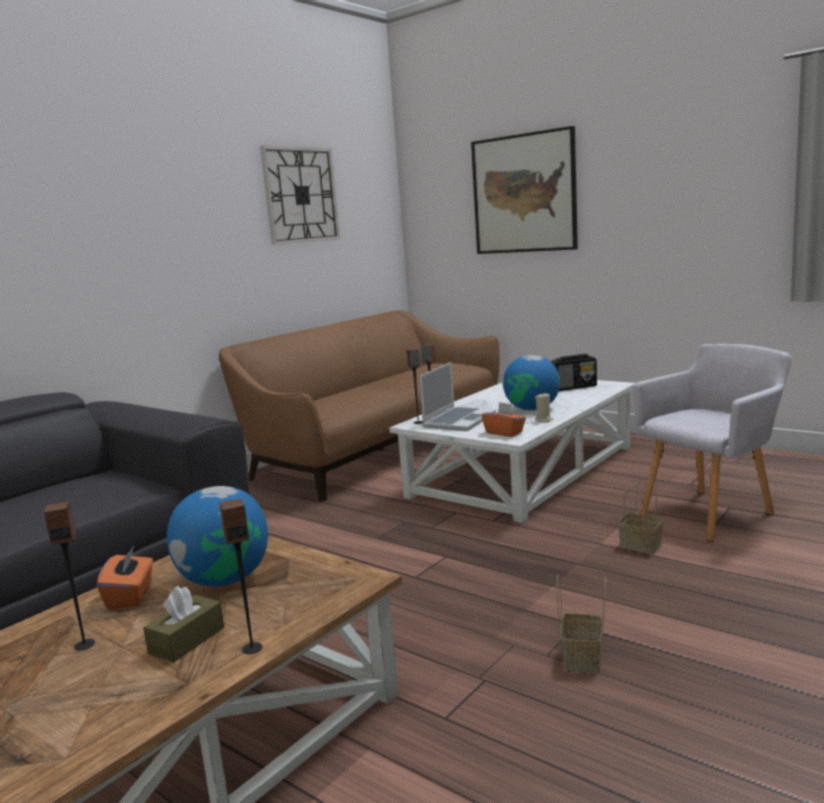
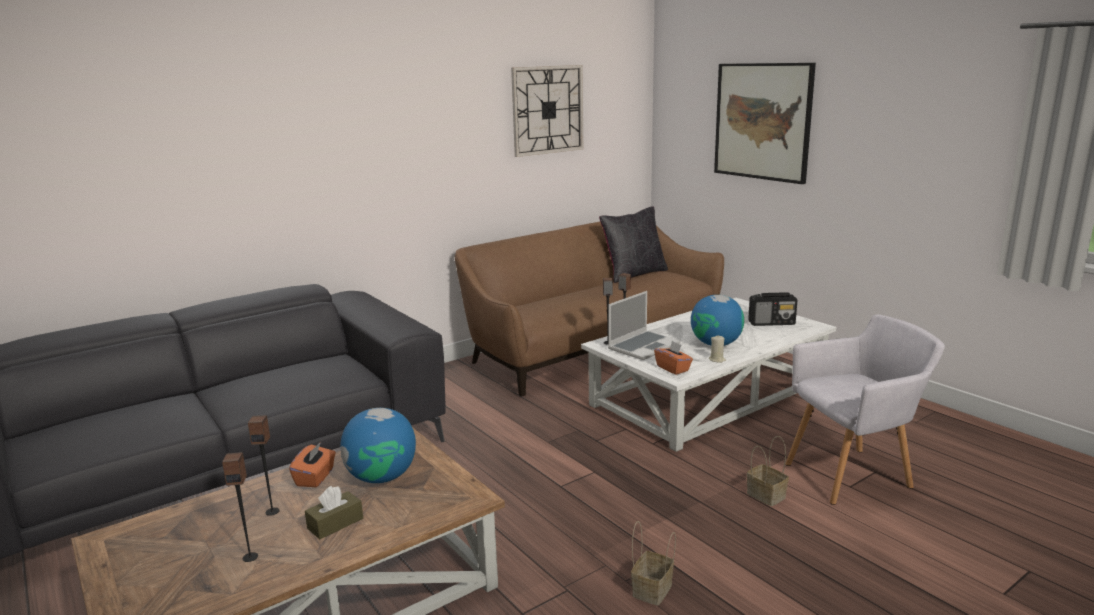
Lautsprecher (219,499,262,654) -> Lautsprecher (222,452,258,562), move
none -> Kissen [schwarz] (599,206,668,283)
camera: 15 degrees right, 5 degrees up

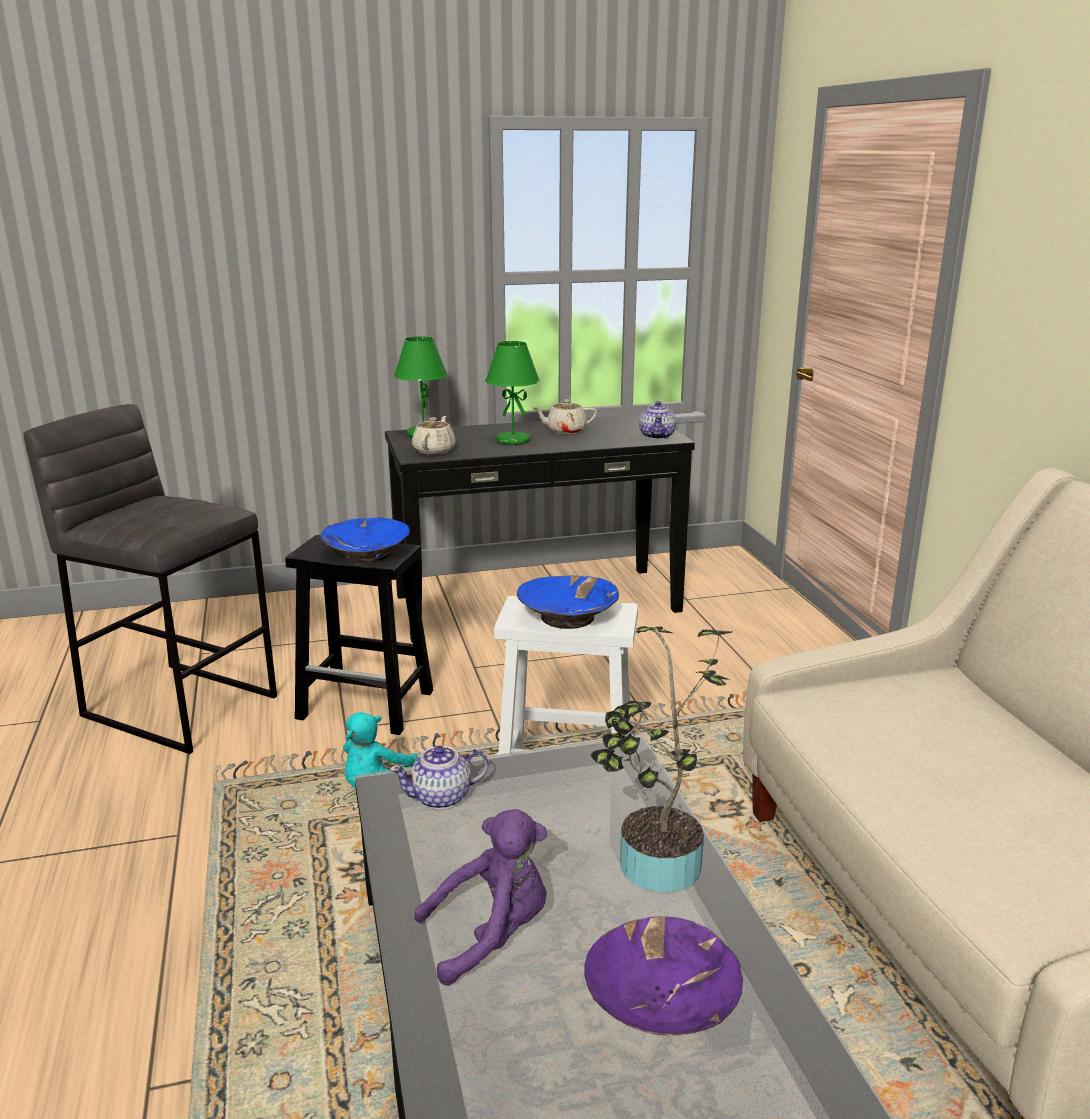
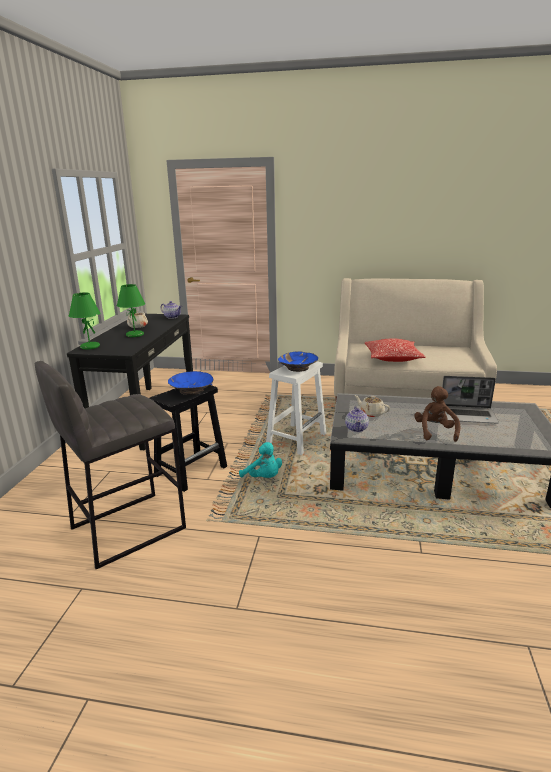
Teekanne [beige] (412,416,456,455) -> Teekanne [beige] (354,395,390,417), move
Plüschtier [lila] (414,809,547,985) -> Plüschtier [braun] (414,386,460,442)
Schüssel [lila] (585,916,743,1035) -> Laptop (442,376,499,424)
Topfpflanze (591,626,732,892) -> none
none -> Kissen (365,338,426,362)
camera: 65 degrees left, 0 degrees up

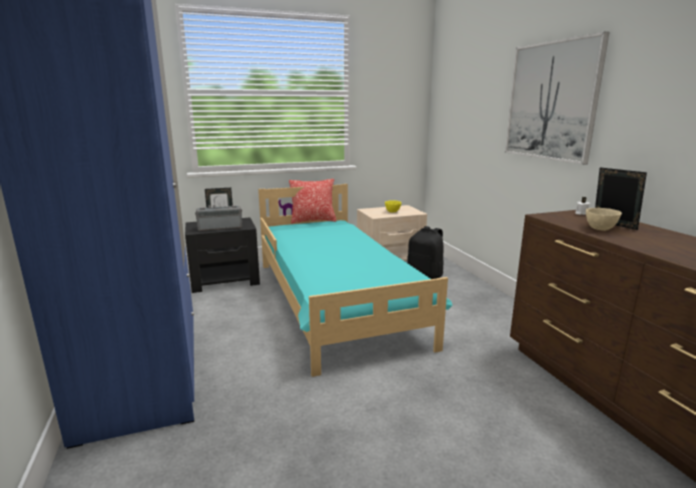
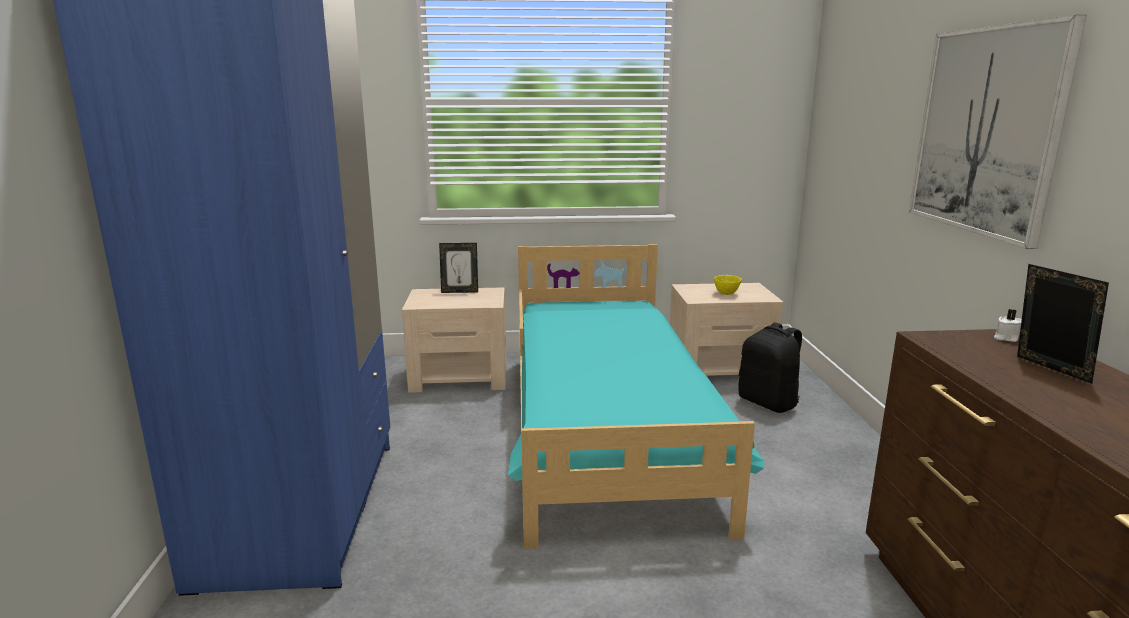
Nachttisch [schwarz] (185,218,260,293) -> Nachttisch [beige] (402,288,507,393)
Radio (195,205,242,231) -> none
Kissen (289,179,336,224) -> none
Schüssel [beige] (586,208,622,231) -> none
camera: 15 degrees right, 0 degrees up

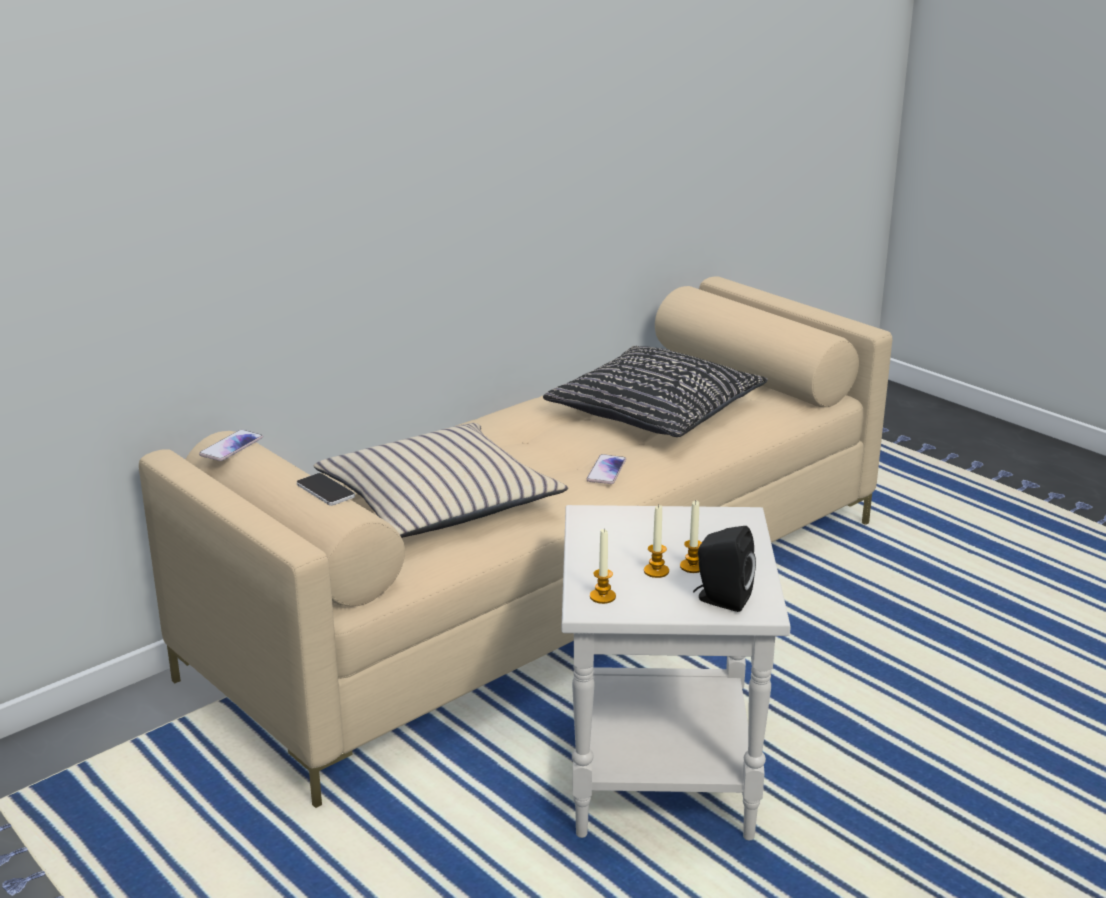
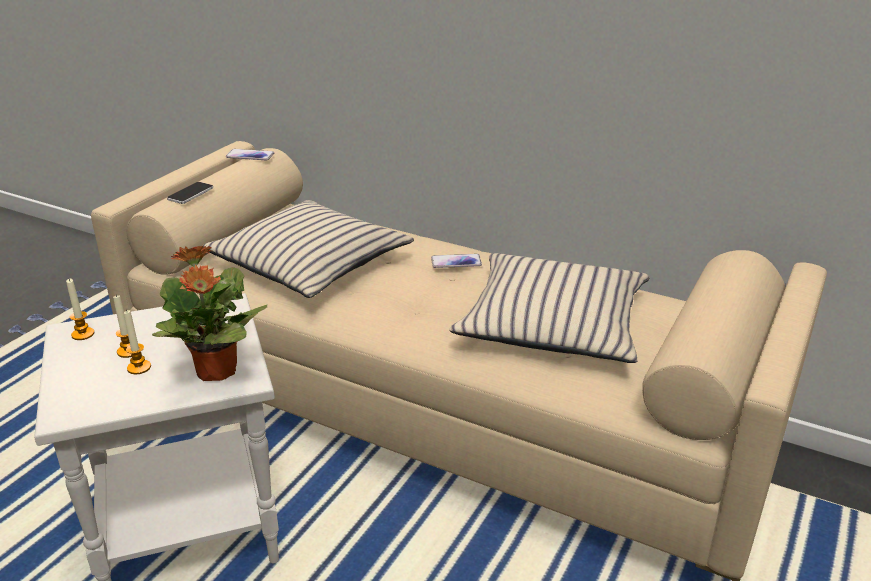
Kissen [schwarz] (543,346,768,437) -> Kissen [beige] (449,253,650,363)
Handy (587,454,626,484) -> Handy (431,254,482,268), move
Lautsprecher [schwarz] (693,526,756,612) -> none
none -> Topfpflanze (152,246,267,381)
camera: 70 degrees right, 5 degrees up

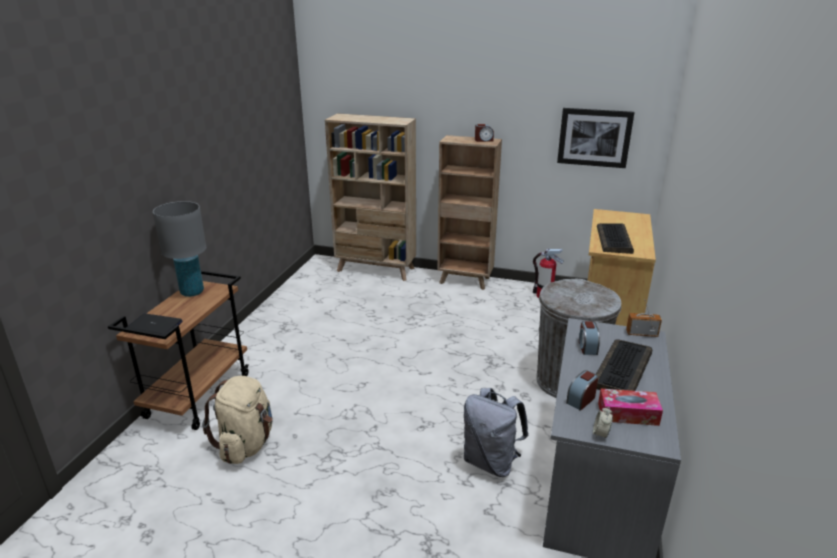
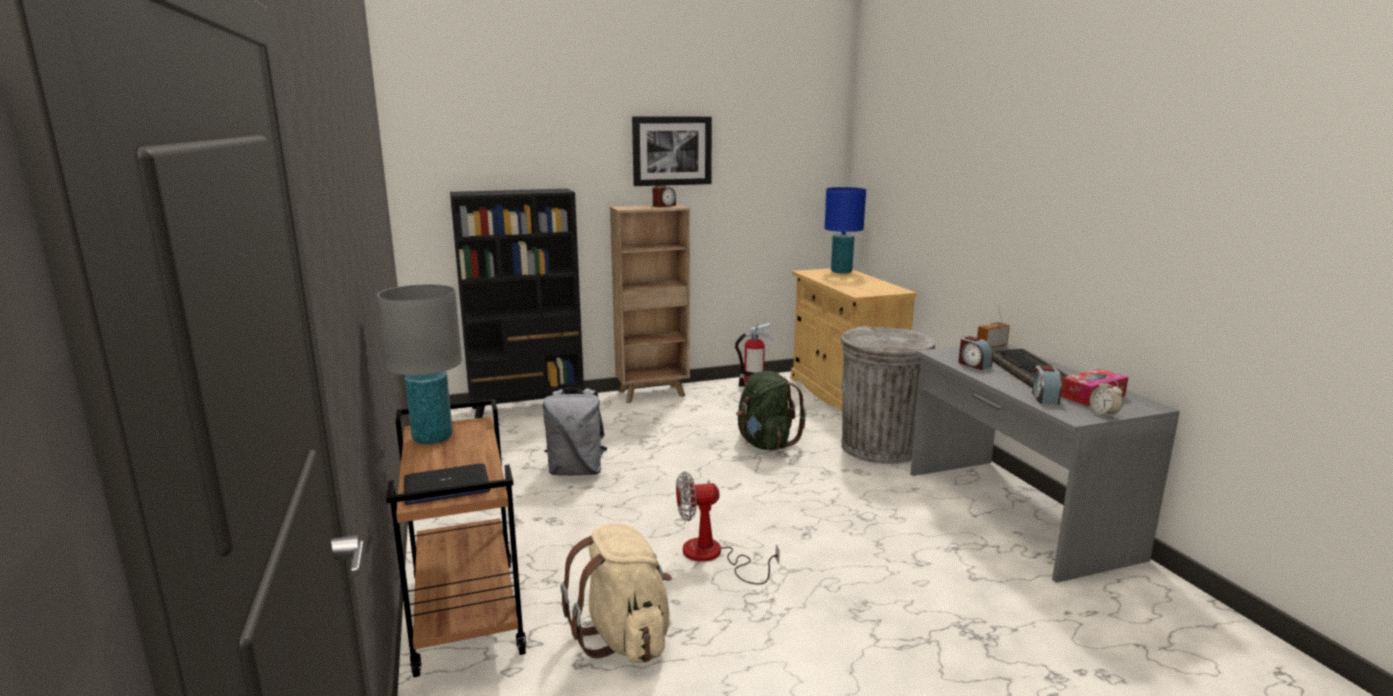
Bücherregal [beige] (325,113,416,281) -> Bücherregal [schwarz] (450,189,584,418)
Rucksack [grau] (464,388,528,477) -> Rucksack [grau] (543,388,607,476), move
Bild (557,108,634,168) -> Bild (632,116,712,186), move
Tastatur (597,223,634,254) -> none
none -> Ventilator (676,471,780,585)
none -> Rucksack [grün] (736,371,806,450)
none -> Tischlampe [blau] (825,187,866,274)
camera: 35 degrees left, 10 degrees down

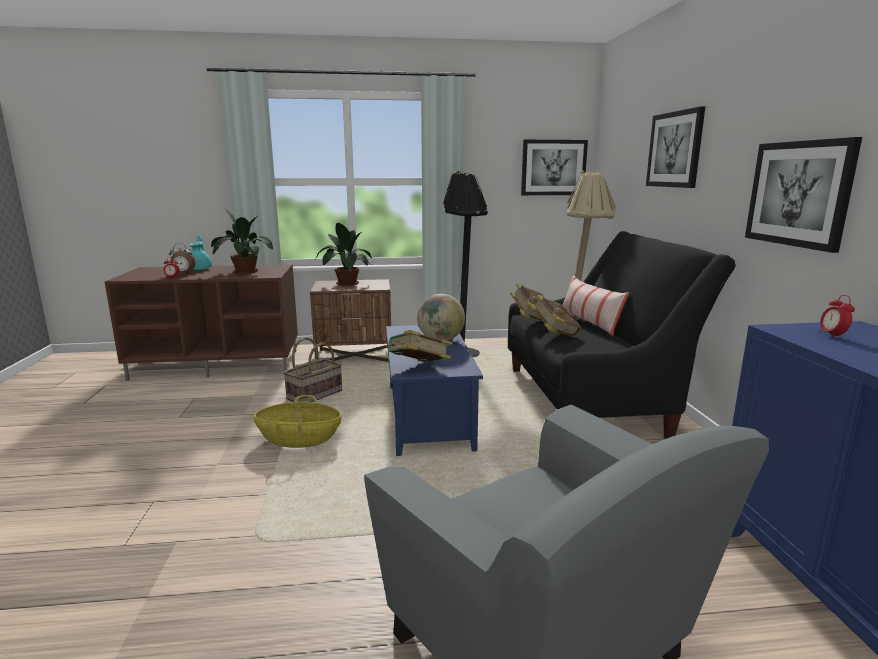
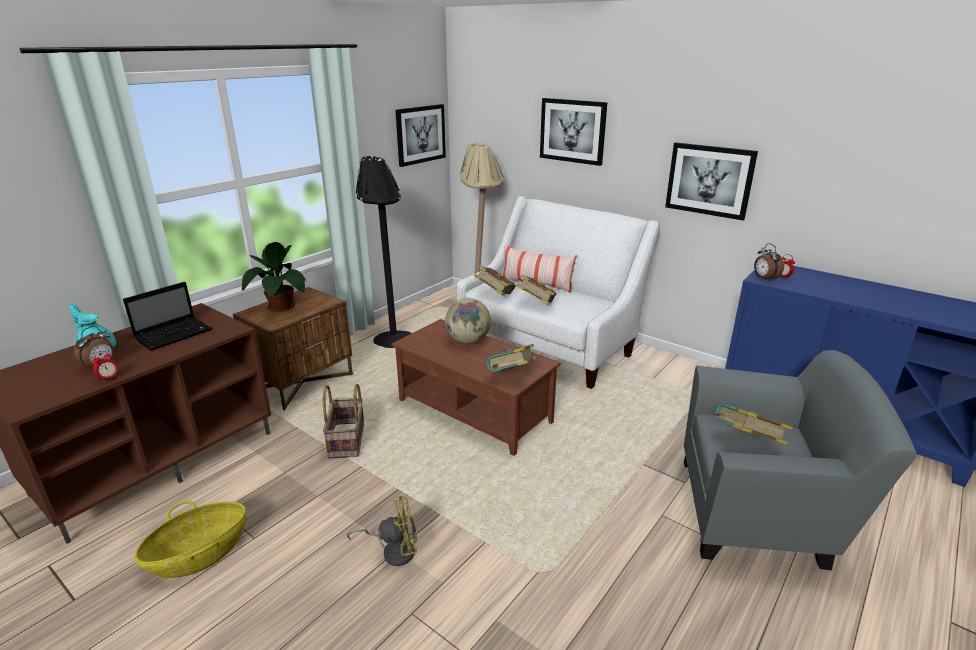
Topfpflanze (211,205,273,274) -> Laptop (123,282,212,351)
Korb (254,395,341,448) -> Korb (135,501,247,578), move
Couchtisch [blau] (386,325,483,456) -> Couchtisch [braun] (392,319,561,456)
Sofa [schwarz] (508,231,736,439) -> Sofa [weiß] (456,196,660,389)
none -> Ventilator [gelb] (346,496,417,566)
none -> Buch (714,404,793,445)
none -> Wecker (754,243,784,282)
camera: 45 degrees left, 10 degrees up

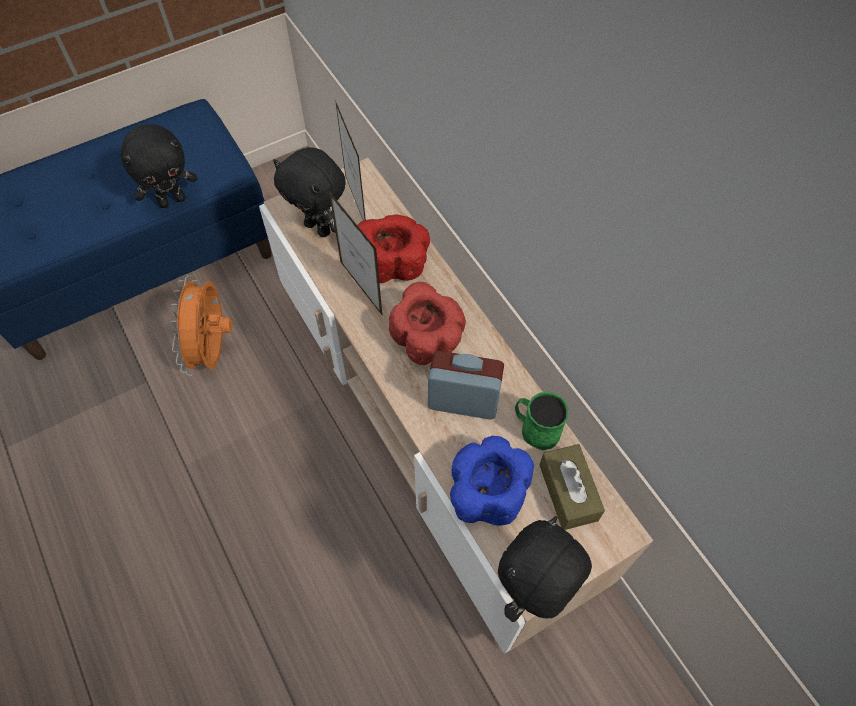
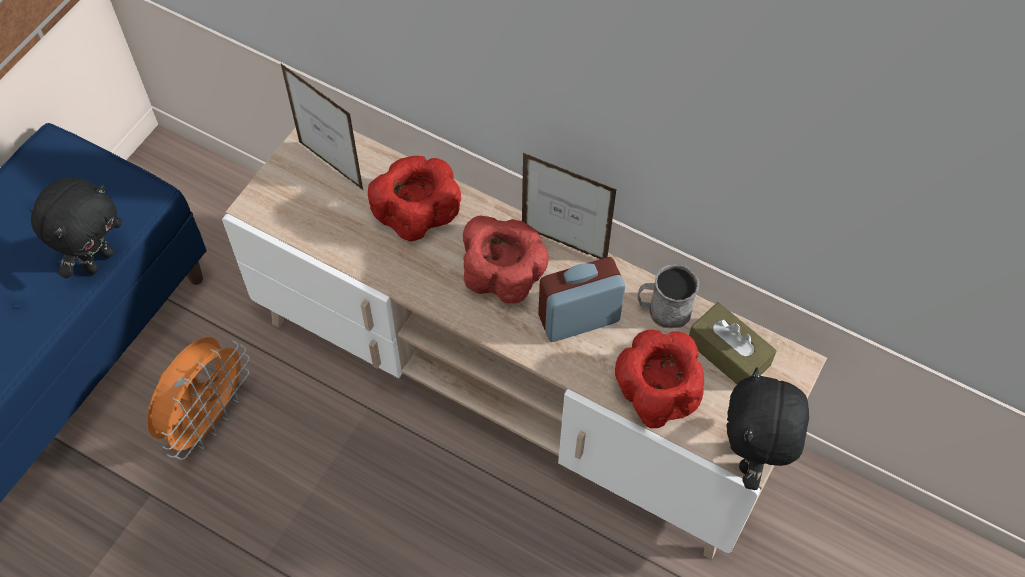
Ventilator [orange] (169,275,232,376) -> Ventilator [orange] (147,337,250,460), 120 degrees counterclockwise
Plüschtier [schwarz] (273,147,346,237) -> none
Bilderrahmen (329,191,383,316) -> Bilderrahmen (522,153,617,259), move
Schüssel [blau] (450,436,534,526) -> Schüssel [rot] (615,330,704,428)
Henkelbecher [grün] (515,392,568,450) -> Henkelbecher [grau] (637,264,699,328)
camera: 30 degrees left, 0 degrees up

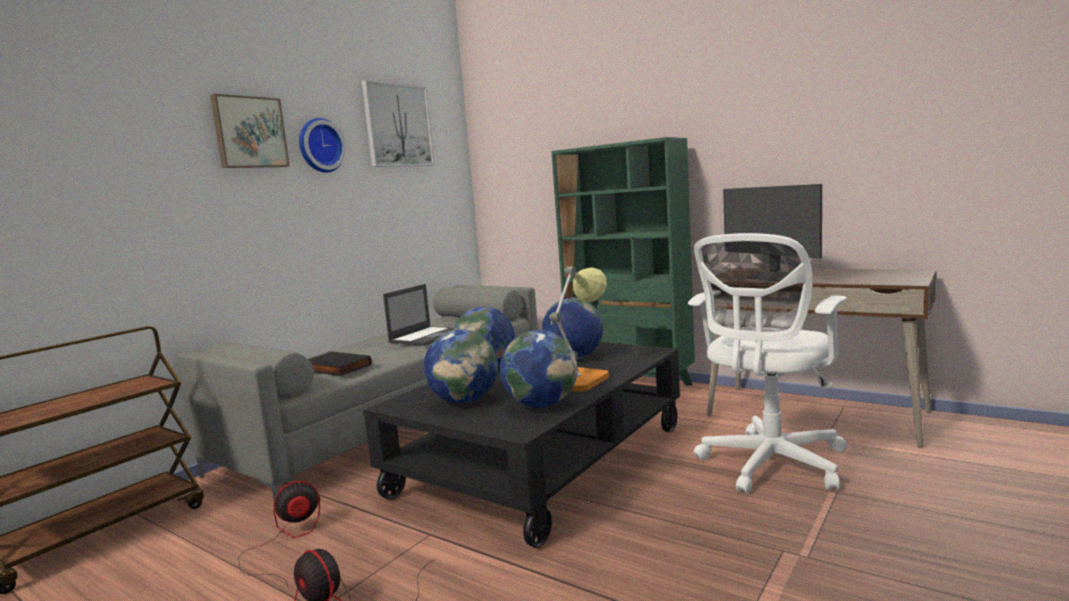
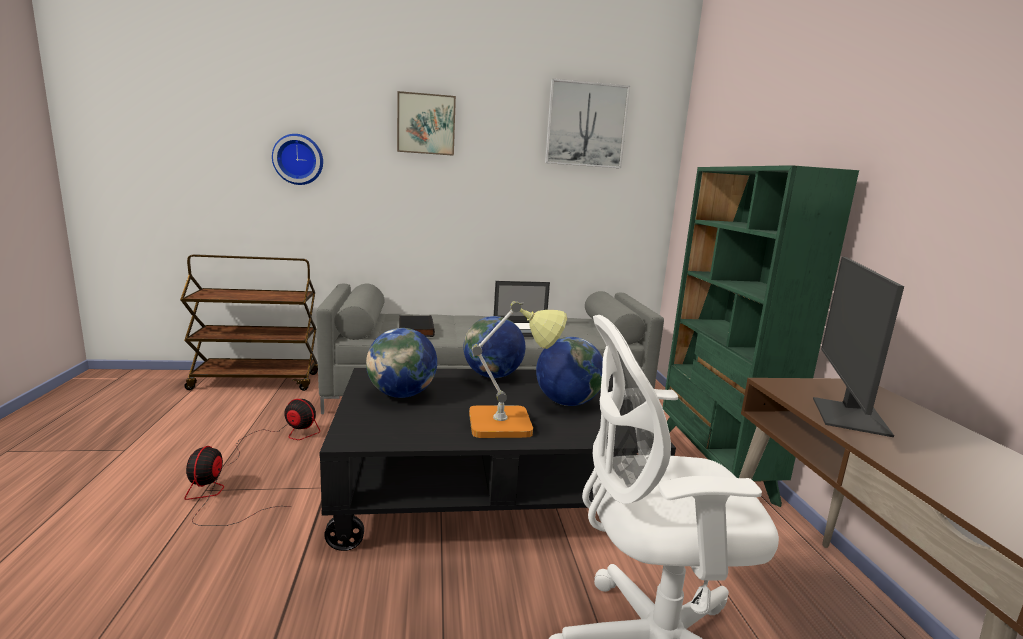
Wanduhr (299,118,346,173) -> Wanduhr (272,134,323,185), move
Globus (500,330,577,408) -> none
camera: 45 degrees right, 5 degrees up

